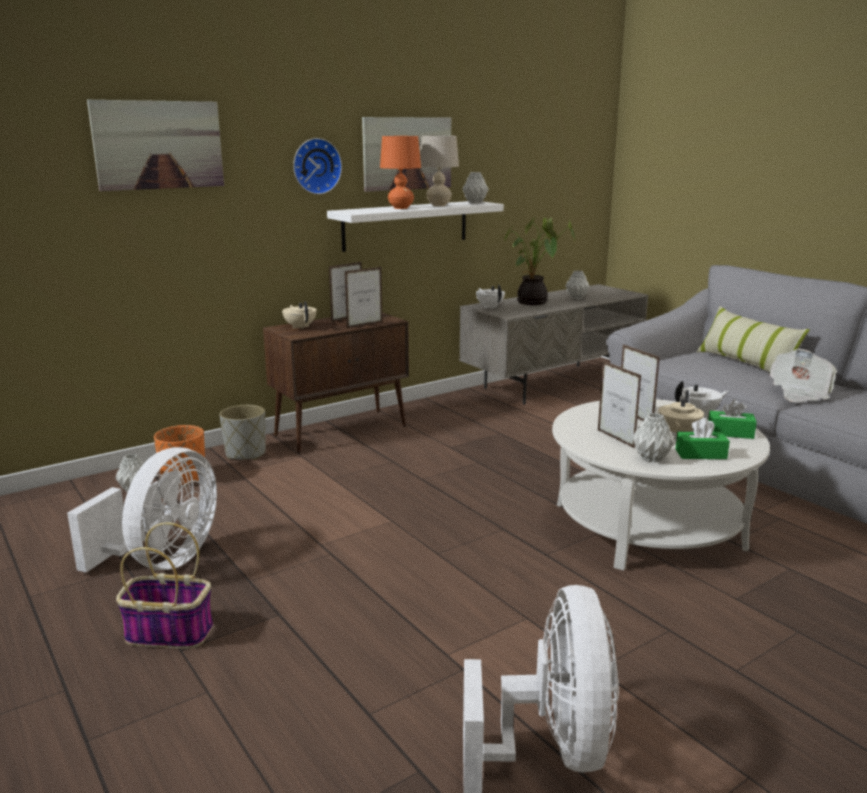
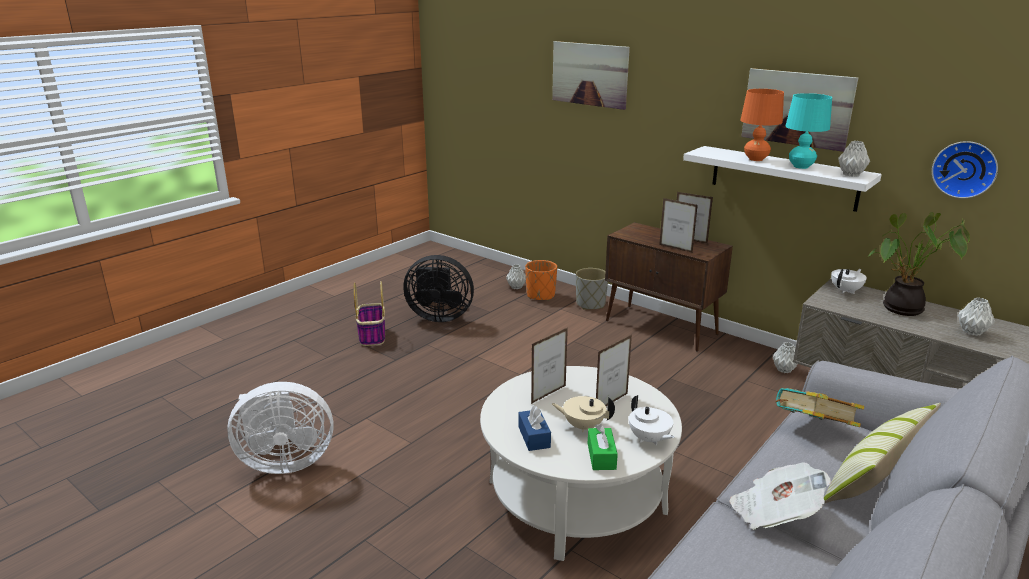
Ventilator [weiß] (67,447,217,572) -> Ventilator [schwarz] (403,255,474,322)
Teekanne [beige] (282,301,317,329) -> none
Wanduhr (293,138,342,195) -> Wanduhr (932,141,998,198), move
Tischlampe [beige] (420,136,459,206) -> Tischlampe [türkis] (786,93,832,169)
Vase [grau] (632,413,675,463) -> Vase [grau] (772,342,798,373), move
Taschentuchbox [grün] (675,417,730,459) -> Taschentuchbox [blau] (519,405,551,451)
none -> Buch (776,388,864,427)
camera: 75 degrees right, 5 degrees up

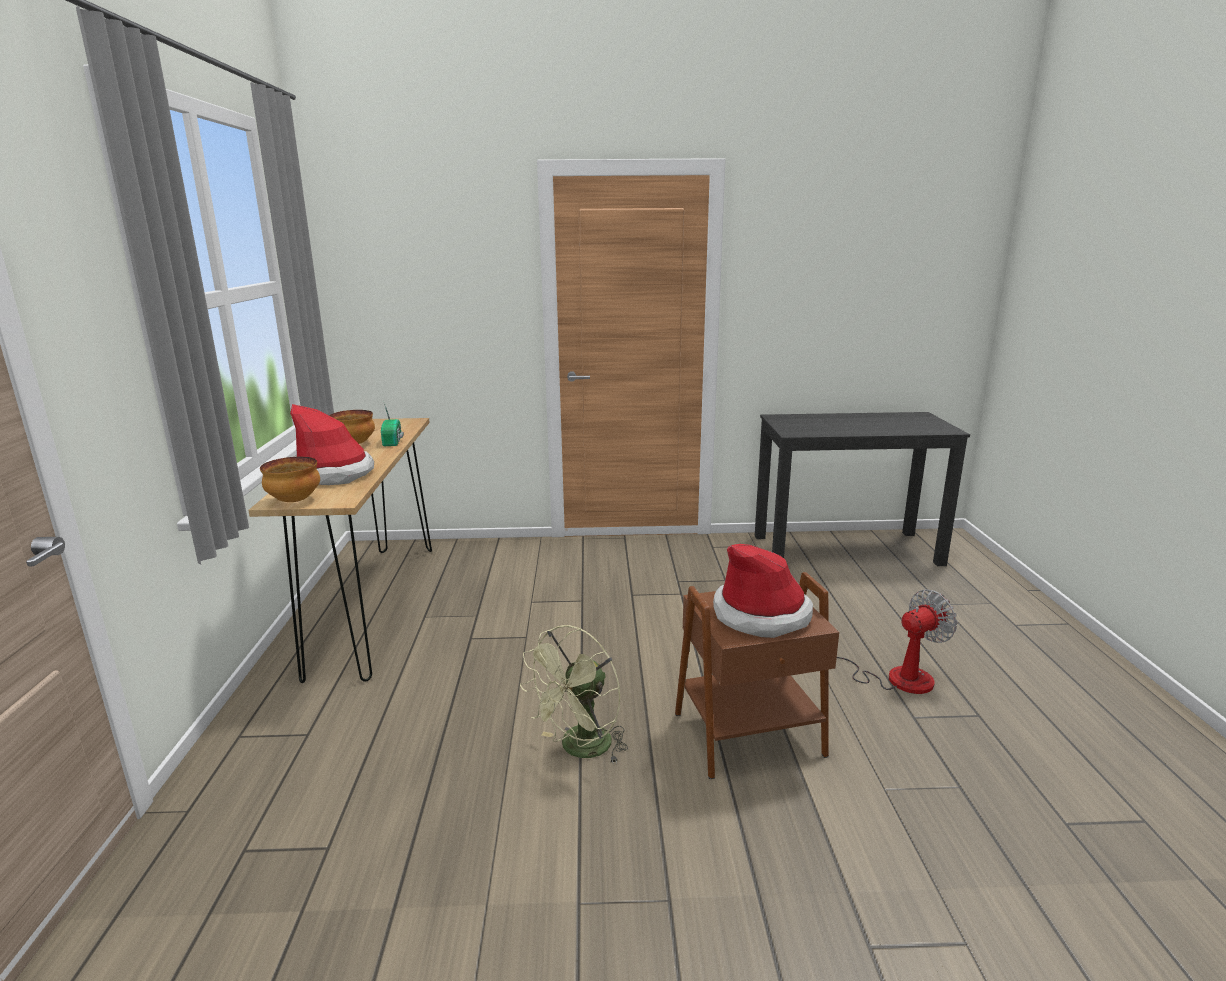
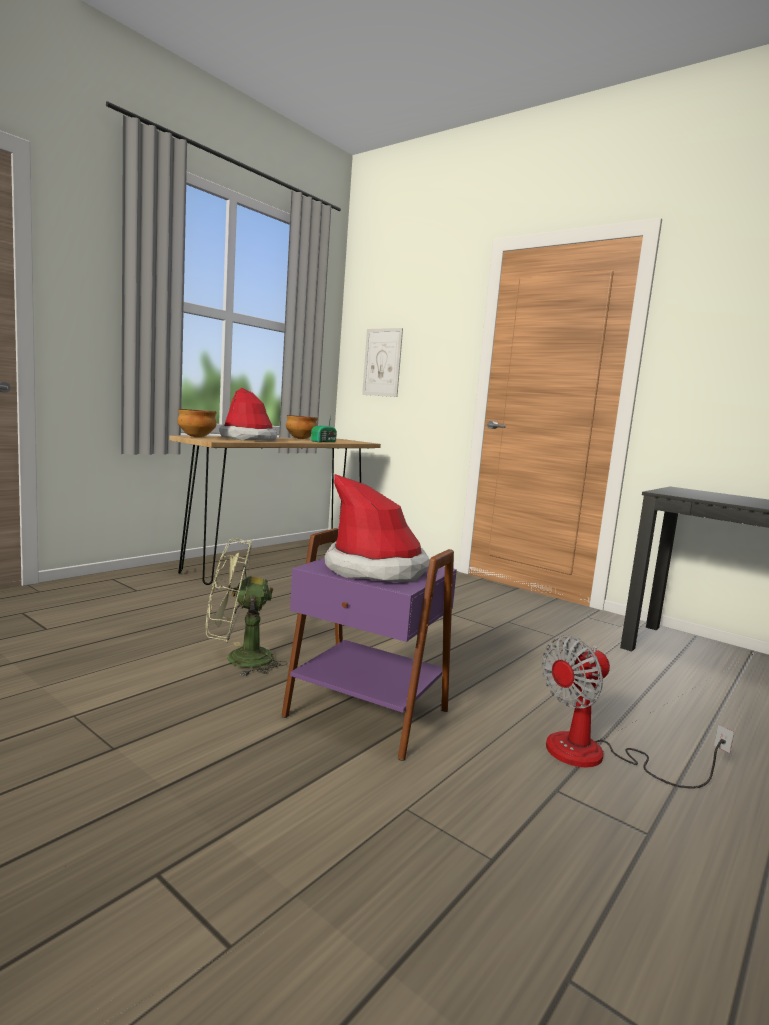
Beistelltisch [braun] (675,572,839,779) -> Beistelltisch [lila] (281,528,457,761)
Ventilator (837,589,957,694) -> Ventilator (541,635,734,789), 135 degrees clockwise
none -> Bild (362,328,403,397)
camera: 40 degrees right, 10 degrees down

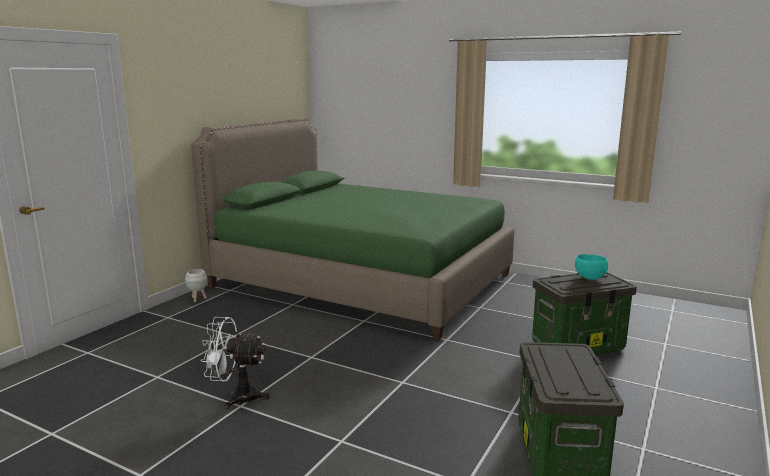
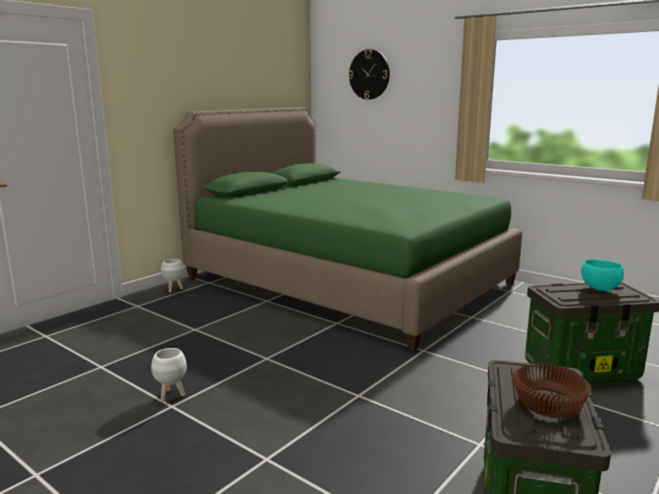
Ventilator [weiß] (201,317,269,409) -> Pflanzkübel [weiß] (151,348,187,402)
none -> Wanduhr (348,49,390,100)
none -> Schüssel [braun] (512,363,592,418)
camera: 10 degrees right, 0 degrees up

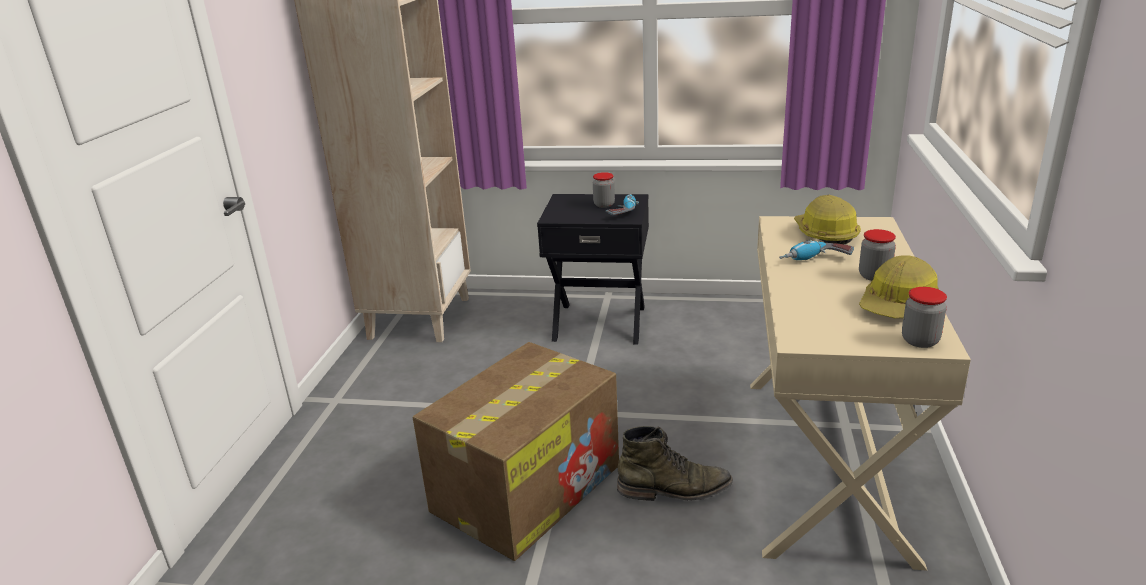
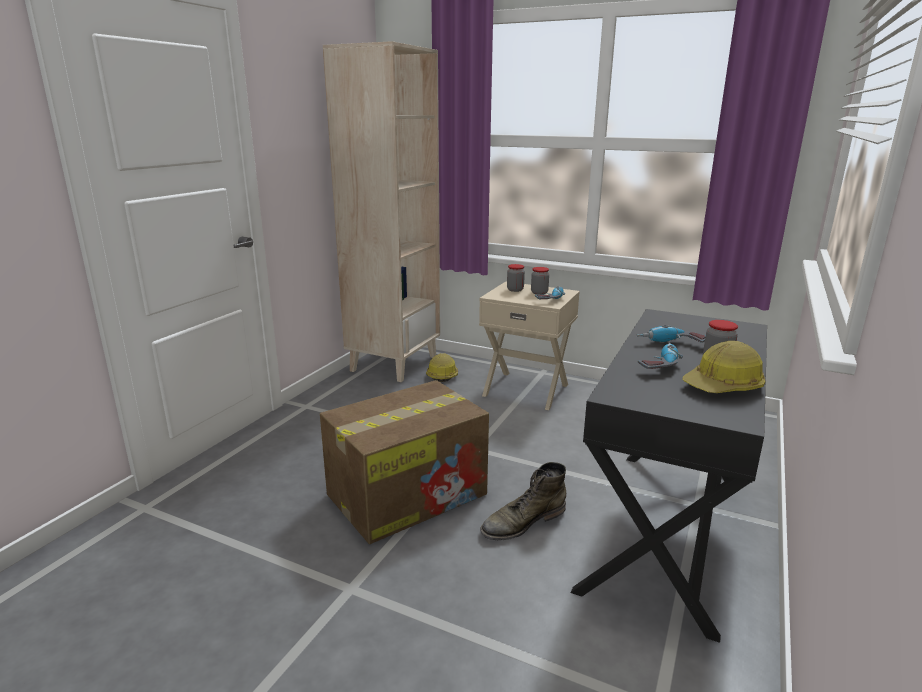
Nachttisch [schwarz] (537,194,649,345) -> Nachttisch [beige] (479,282,580,410)
Stiefel [grün] (617,426,733,501) -> Stiefel [grün] (480,462,566,540), 135 degrees clockwise
Schreibtisch [beige] (750,216,971,571) -> Schreibtisch [schwarz] (571,309,767,643)
Schutzhelm (794,195,861,244) -> Schutzhelm (426,353,458,382), move
Vorratsglas (902,287,947,348) -> Vorratsglas (507,264,525,292), move
none -> Bohrmaschine (638,343,683,369)
camera: 15 degrees right, 5 degrees down

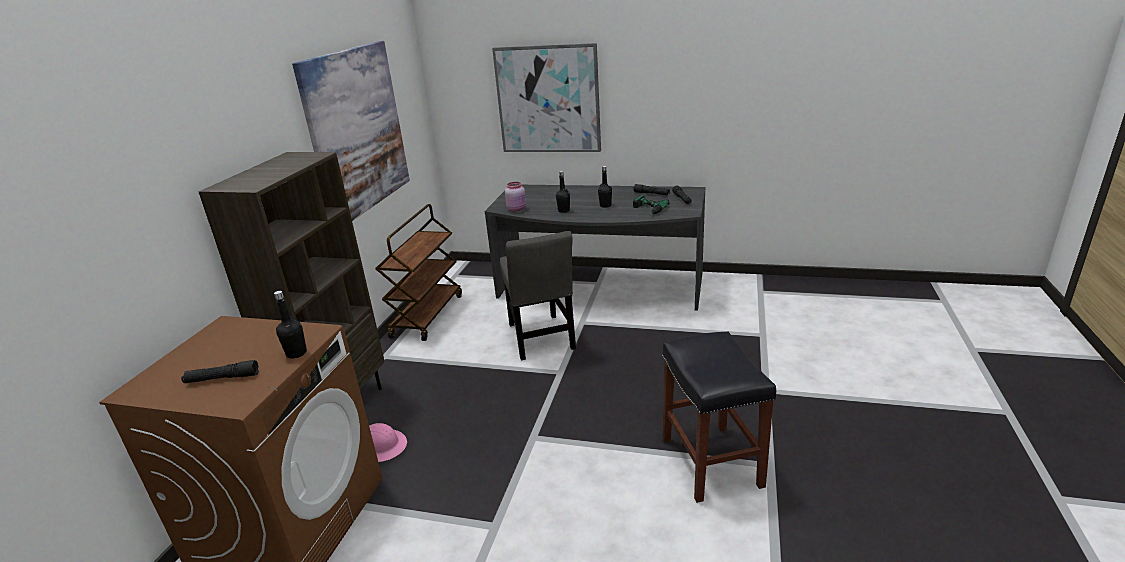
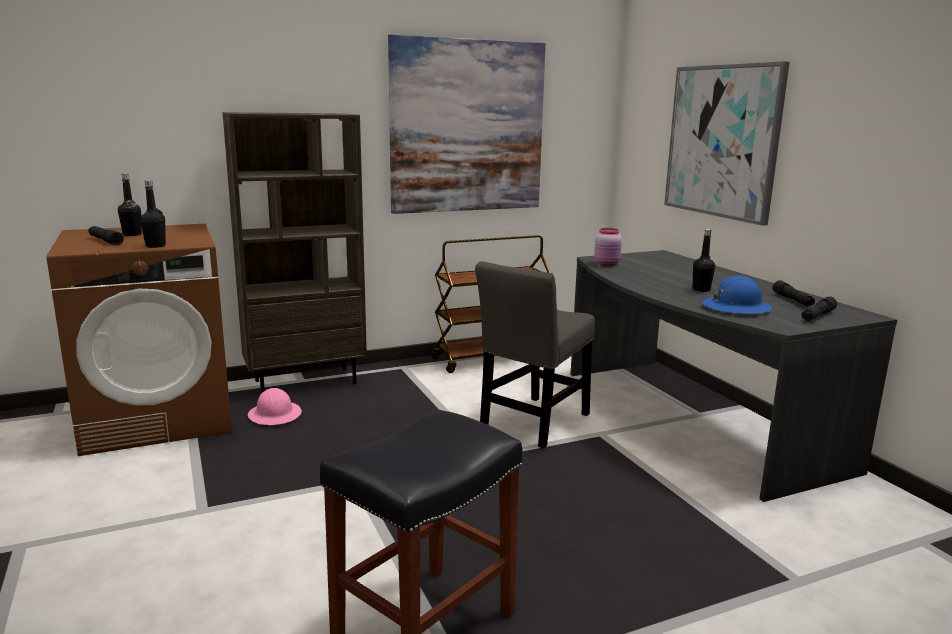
Flasche [schwarz] (556,171,570,213) -> Flasche [schwarz] (118,173,142,236), move
Bohrmaschine (633,195,670,215) -> Schutzhelm [blau] (702,276,772,314)
camera: 50 degrees right, 10 degrees down

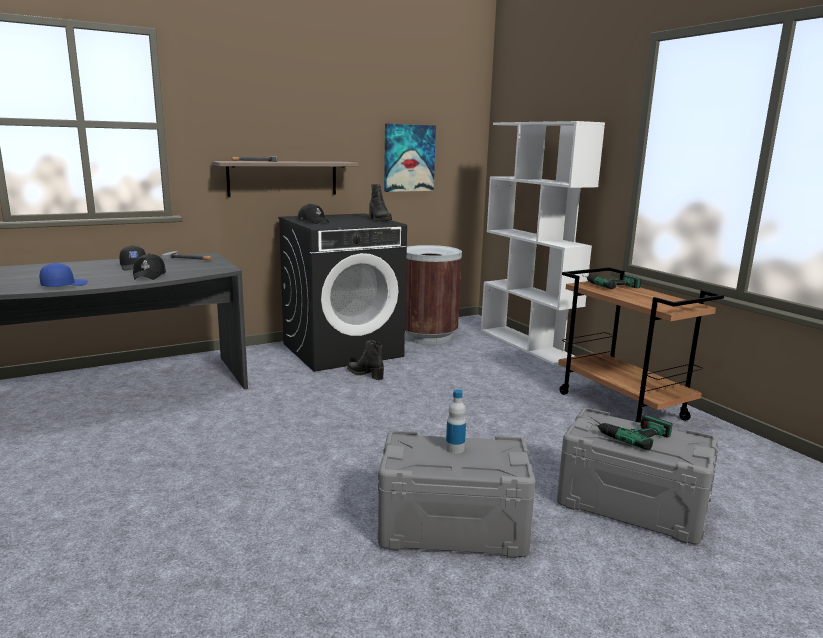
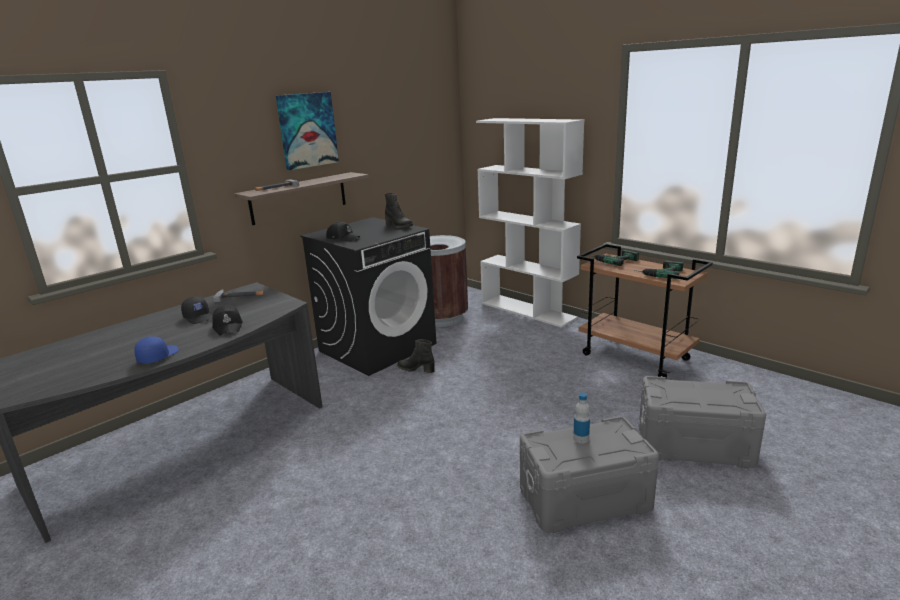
Bild (384,124,436,192) -> Bild (276,92,339,170), move
Bohrmaschine (588,415,672,450) -> Bohrmaschine (634,261,684,279), move
camera: 15 degrees left, 5 degrees up

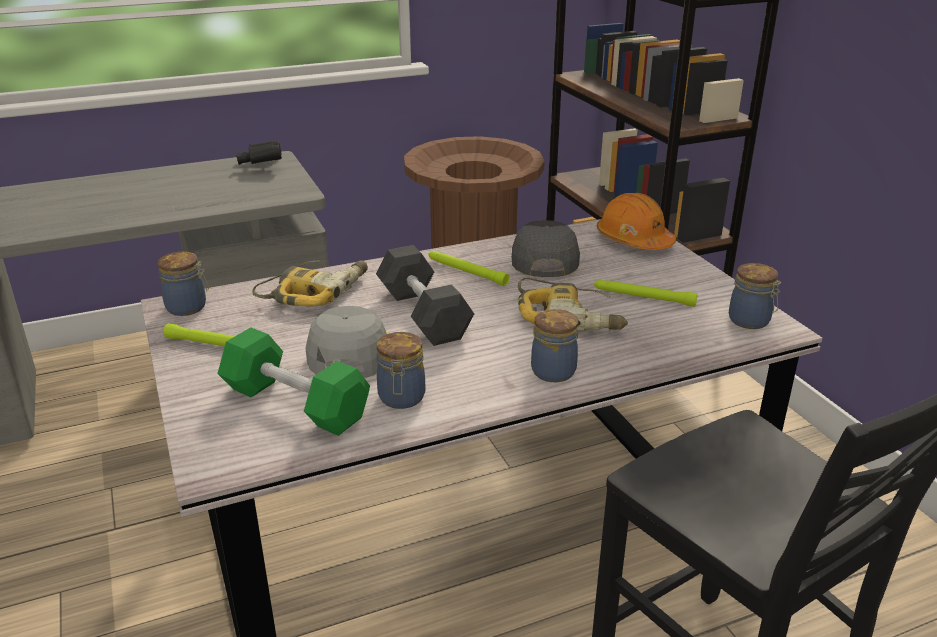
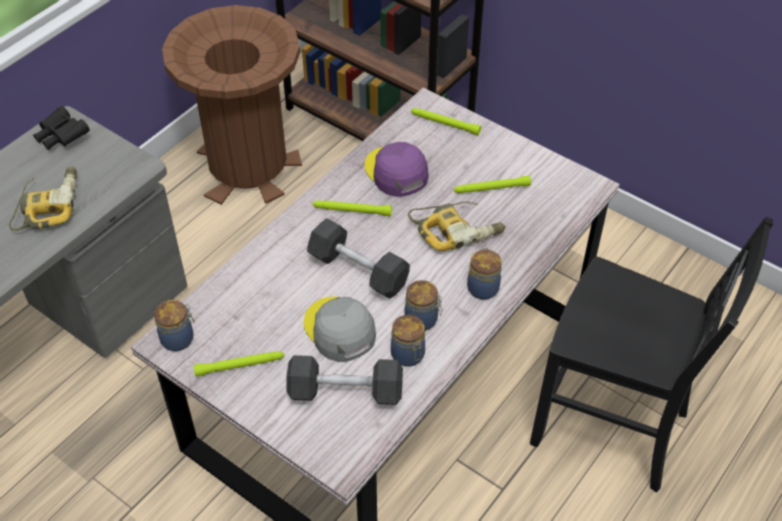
Hantel [grün] (217,327,370,436) -> Hantel [grau] (286,355,403,405)
Bohrmaschine (252,260,368,307) -> Bohrmaschine (9,166,77,231), move
Kappe [grau] (511,220,580,277) -> Kappe [lila] (365,142,428,197)
Schutzhelm [orange] (597,193,676,250) -> Taschenlampe [grün] (411,108,481,135)
Vorratsglas (729,263,781,329) -> Vorratsglas (404,280,442,331), move
camera: 30 degrees left, 20 degrees up

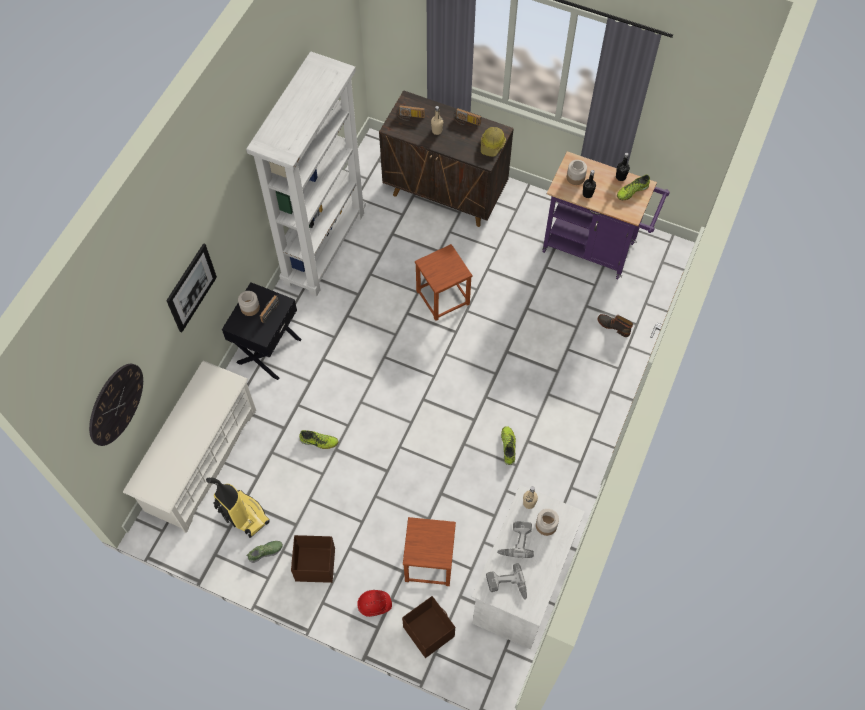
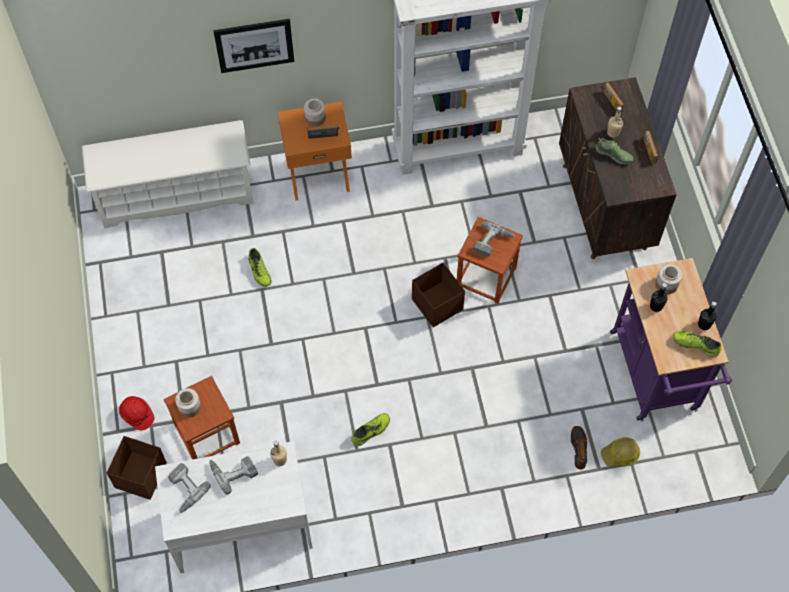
Wanduhr (89,364,143,446) -> none
Staubsauger (206,477,270,538) -> none
Nachttisch [schwarz] (222,282,301,380) -> Nachttisch [orange] (278,102,352,201)
Schuh (247,541,283,563) -> Schuh (596,138,634,164), move
Aufbewahrungsbox [braun] (291,535,335,583) -> Aufbewahrungsbox [braun] (412,263,465,327), move
Schutzhelm (481,127,506,157) -> Schutzhelm (601,437,640,467), move
Vorratsglas (536,509,559,536) -> Vorratsglas (175,388,201,417), move
none -> Bohrmaschine (473,221,515,257)
camera: 55 degrees right, 0 degrees up

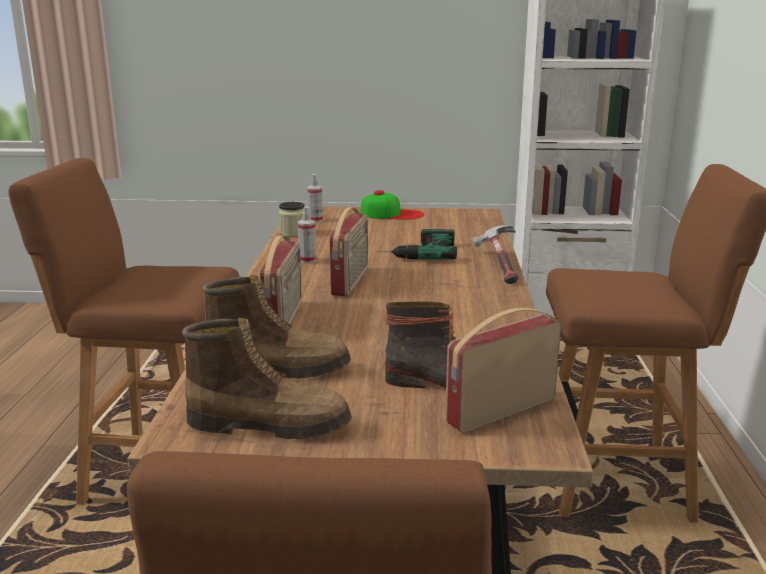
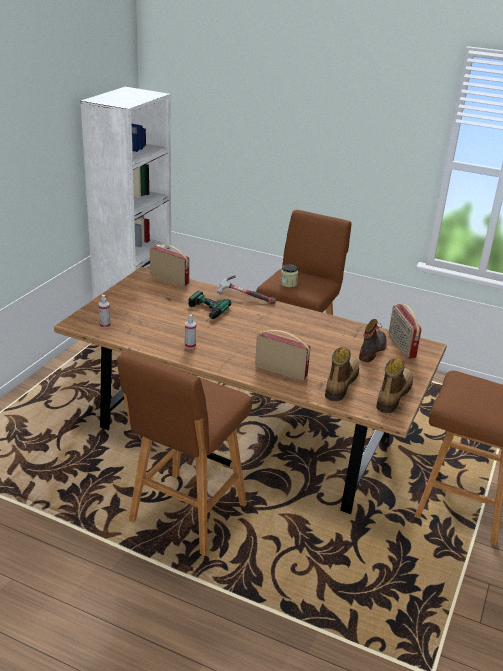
Vorratsglas (278,202,305,237) -> Vorratsglas (280,264,298,287), move
Radio (330,207,368,296) -> Radio (150,244,190,287), move
Kappe (361,190,424,219) -> none
camera: 70 degrees left, 10 degrees up

